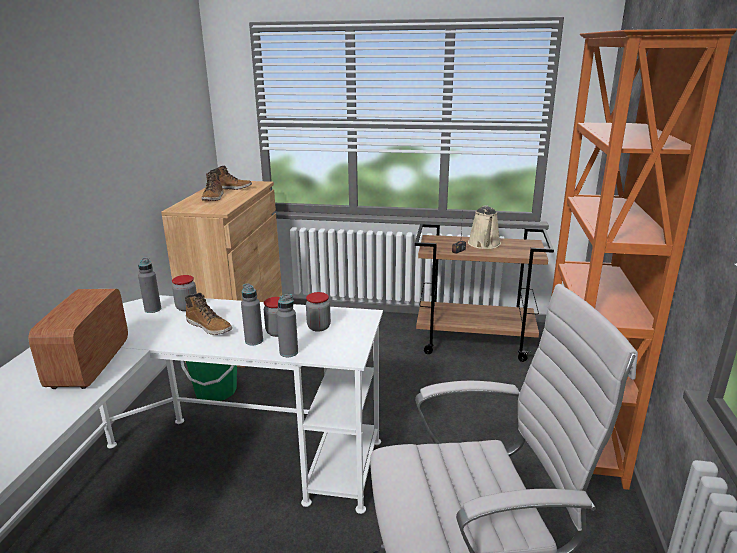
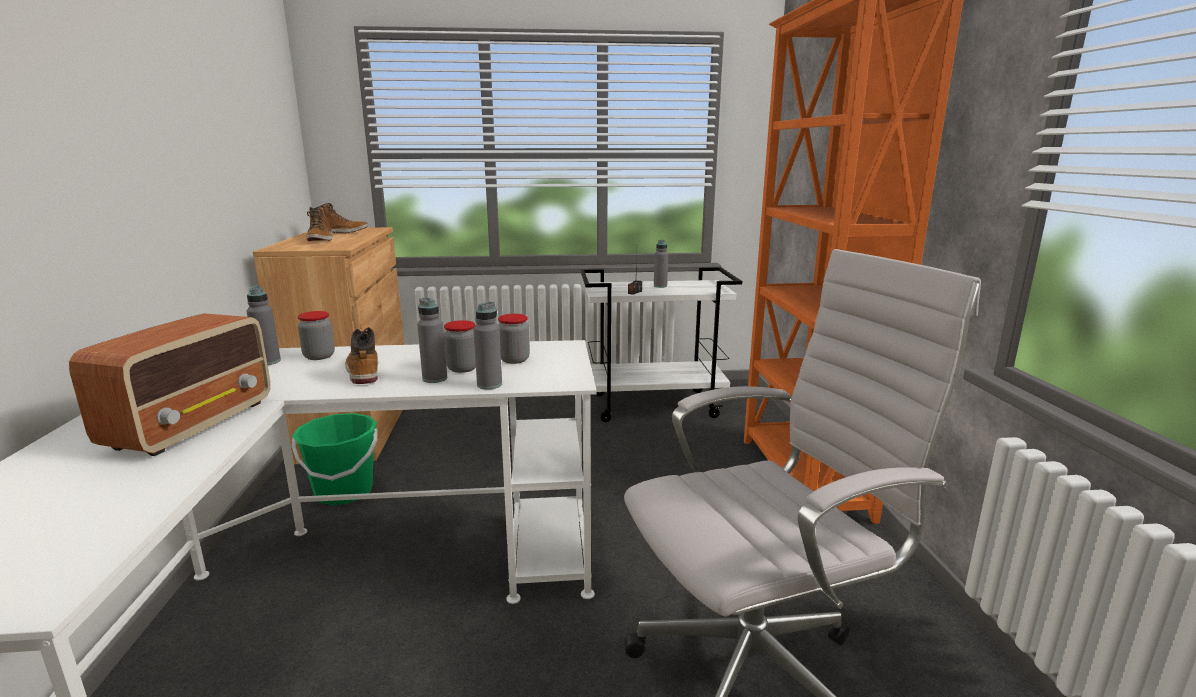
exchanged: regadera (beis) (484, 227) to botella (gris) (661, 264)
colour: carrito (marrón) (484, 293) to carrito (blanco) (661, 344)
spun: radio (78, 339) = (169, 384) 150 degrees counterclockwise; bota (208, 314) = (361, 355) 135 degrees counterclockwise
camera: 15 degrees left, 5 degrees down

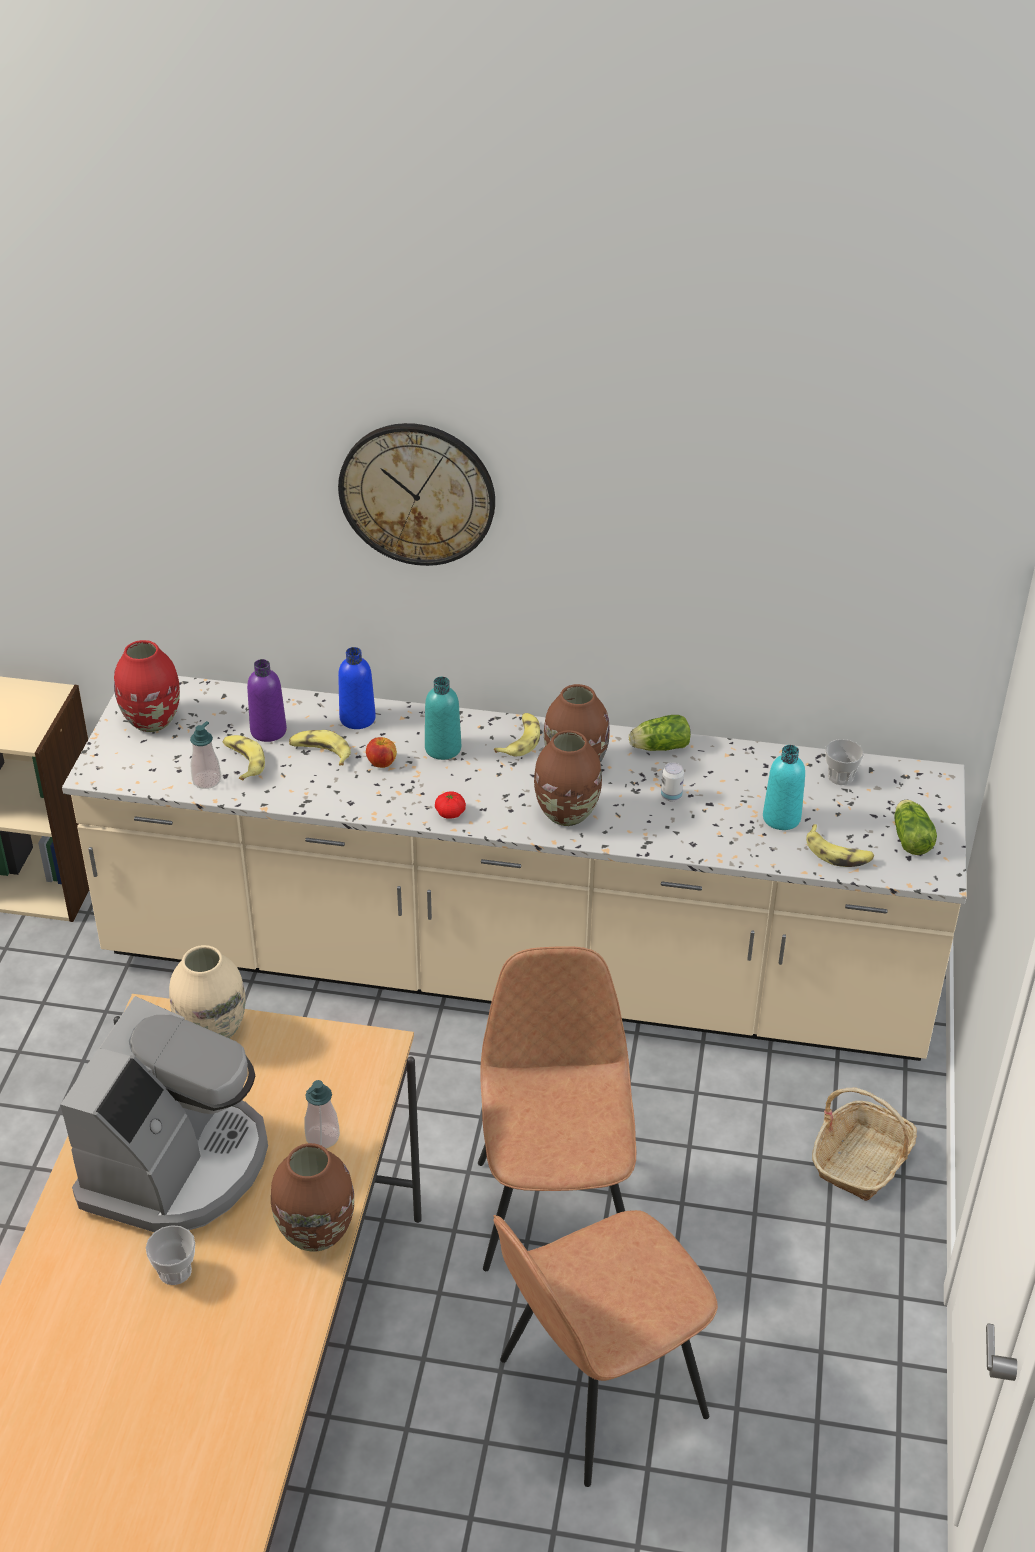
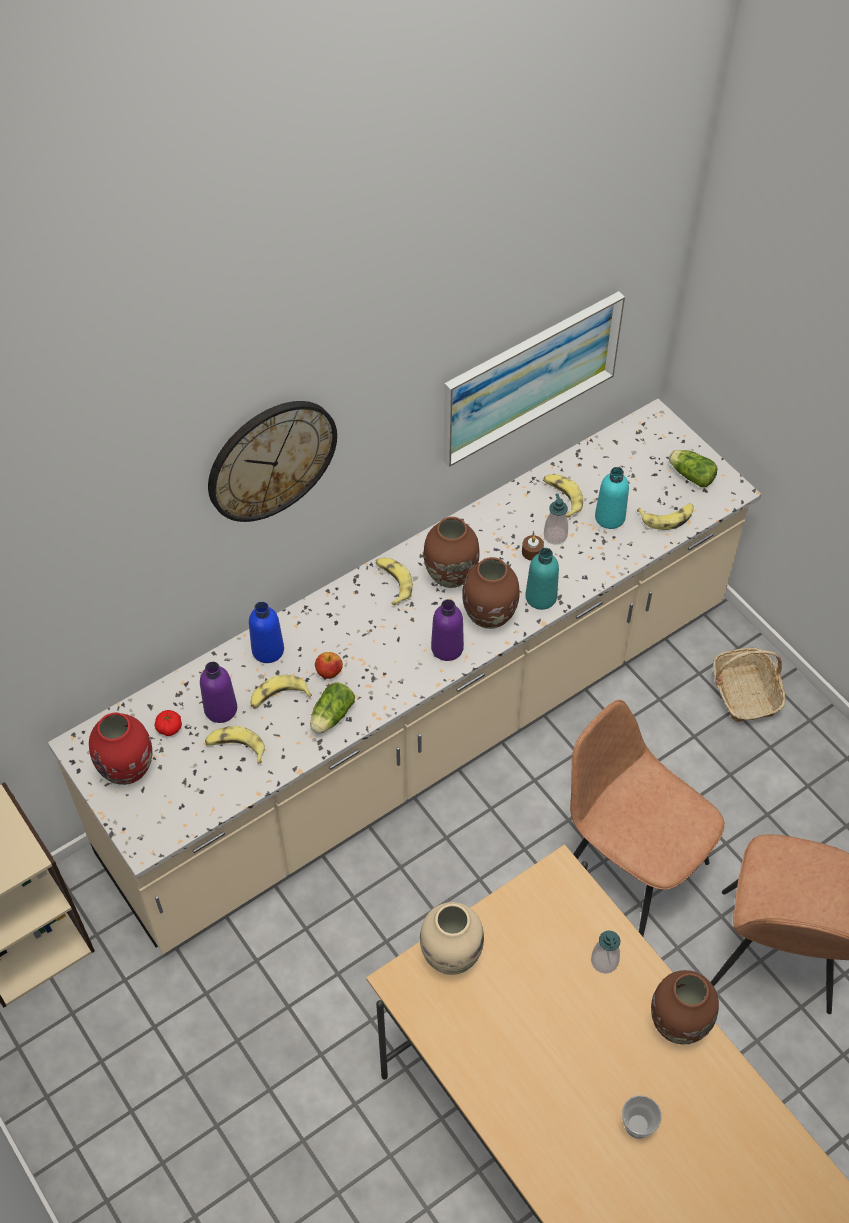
missing: cafetera (164, 1114); taza (844, 762)
appeared: botella (morado) (447, 630); cuadro (534, 379); plátano (563, 496)
relocated: tomate (450, 805) to (168, 723); lechuga (660, 733) to (332, 708); botella (turquesa) (443, 718) to (542, 579); dispensador de jabón (205, 755) to (556, 519)
exchanged: lata (672, 782) to vela (marrón) (533, 548)
camera: 45 degrees left, 15 degrees up

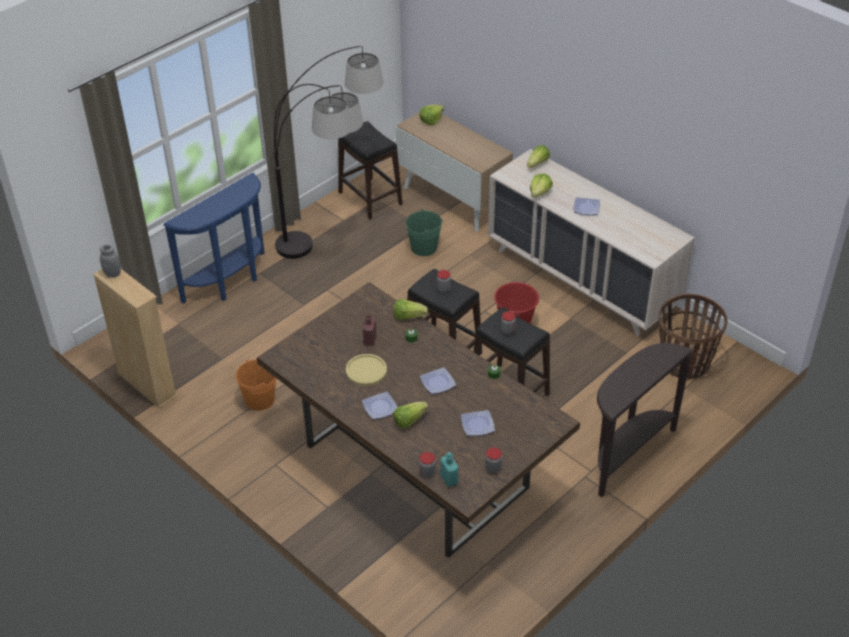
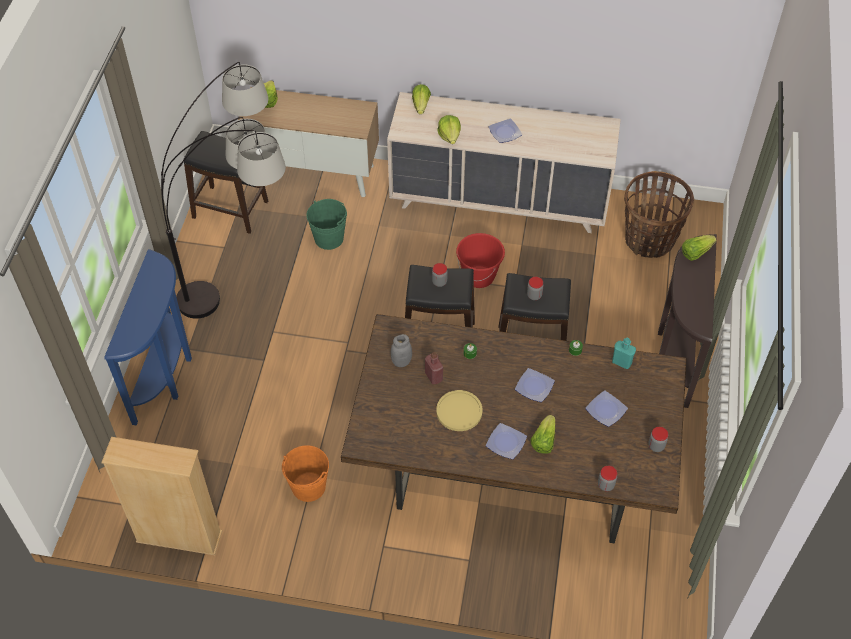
relocated: tarro (gris) (110, 261) to (401, 350); botella (turquesa) (449, 469) to (624, 353); lechuga (411, 309) to (699, 248)
camera: 35 degrees left, 10 degrees up

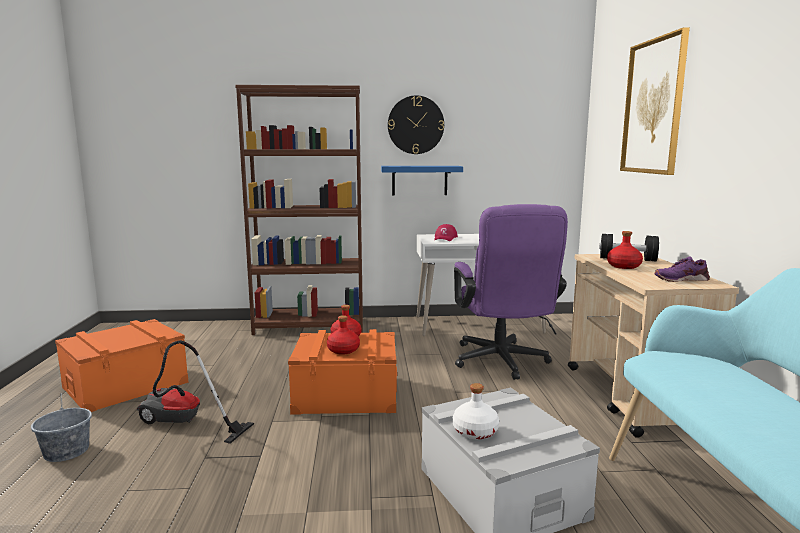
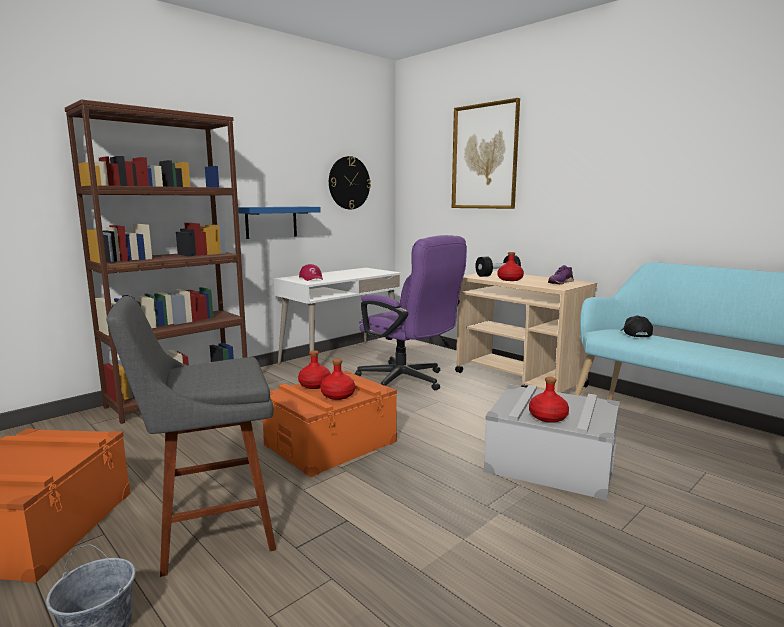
appeared: gorra (negro) (637, 327)
relocated: reloj de pared (416, 124) to (350, 182)
exchanged: aspiradora (195, 392) to taburete (gris) (191, 436)
colour: botella (blanco) (476, 411) to botella (rojo) (549, 400)
camera: 40 degrees left, 0 degrees up

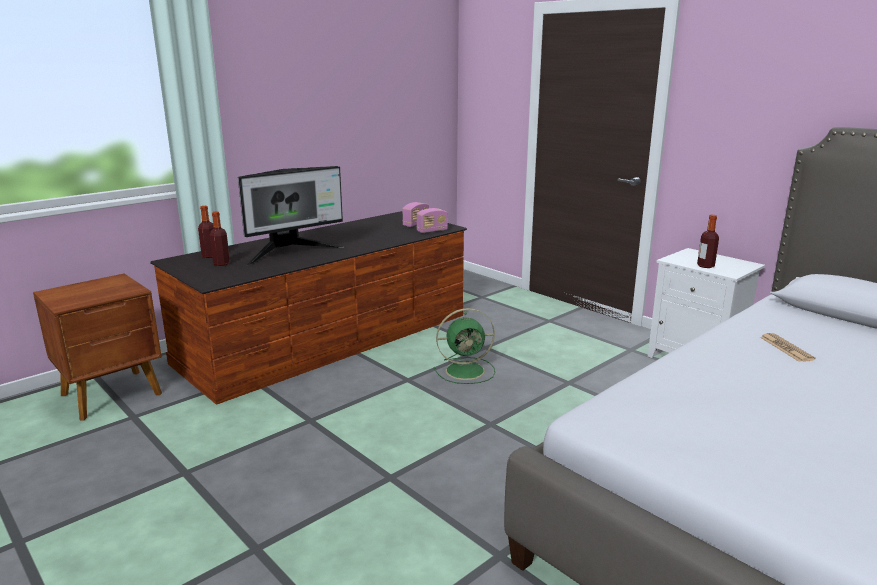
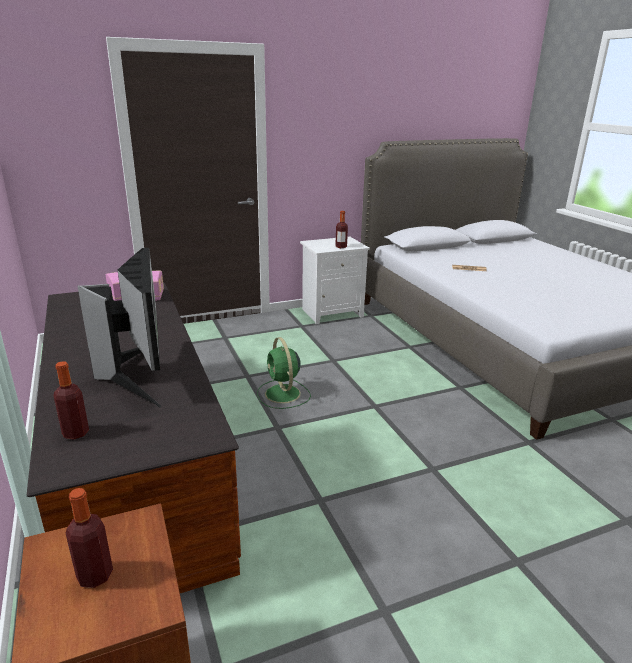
relocated: botella (220, 239) to (89, 538)
spun: ventilador (verde) (464, 346) = (284, 373) 150 degrees clockwise
camera: 70 degrees left, 5 degrees up

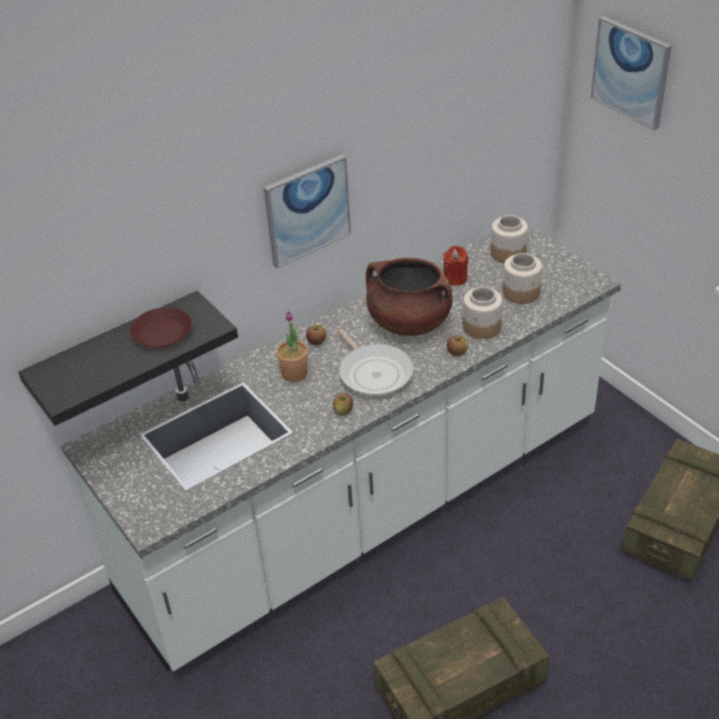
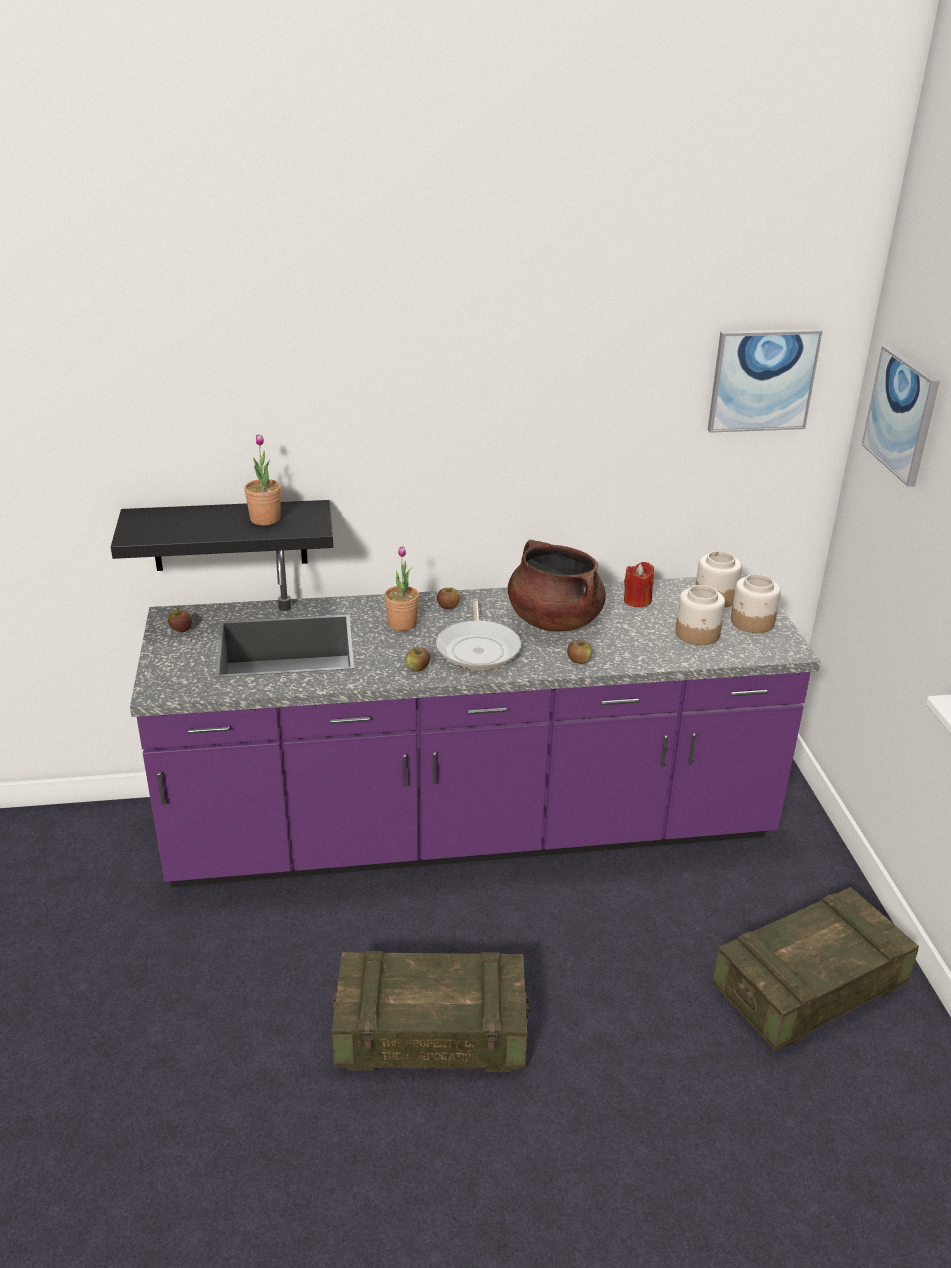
appeared: manzana (180, 620)
relocated: cuadro (307, 211) to (765, 381); tarro (483, 313) to (756, 603)
exchanged: plato (marrón) (161, 327) to planta en maceta (262, 479)
colour: mueble bajo de cocina (blanco) (341, 447) to mueble bajo de cocina (morado) (475, 718)
camera: 25 degrees right, 10 degrees down

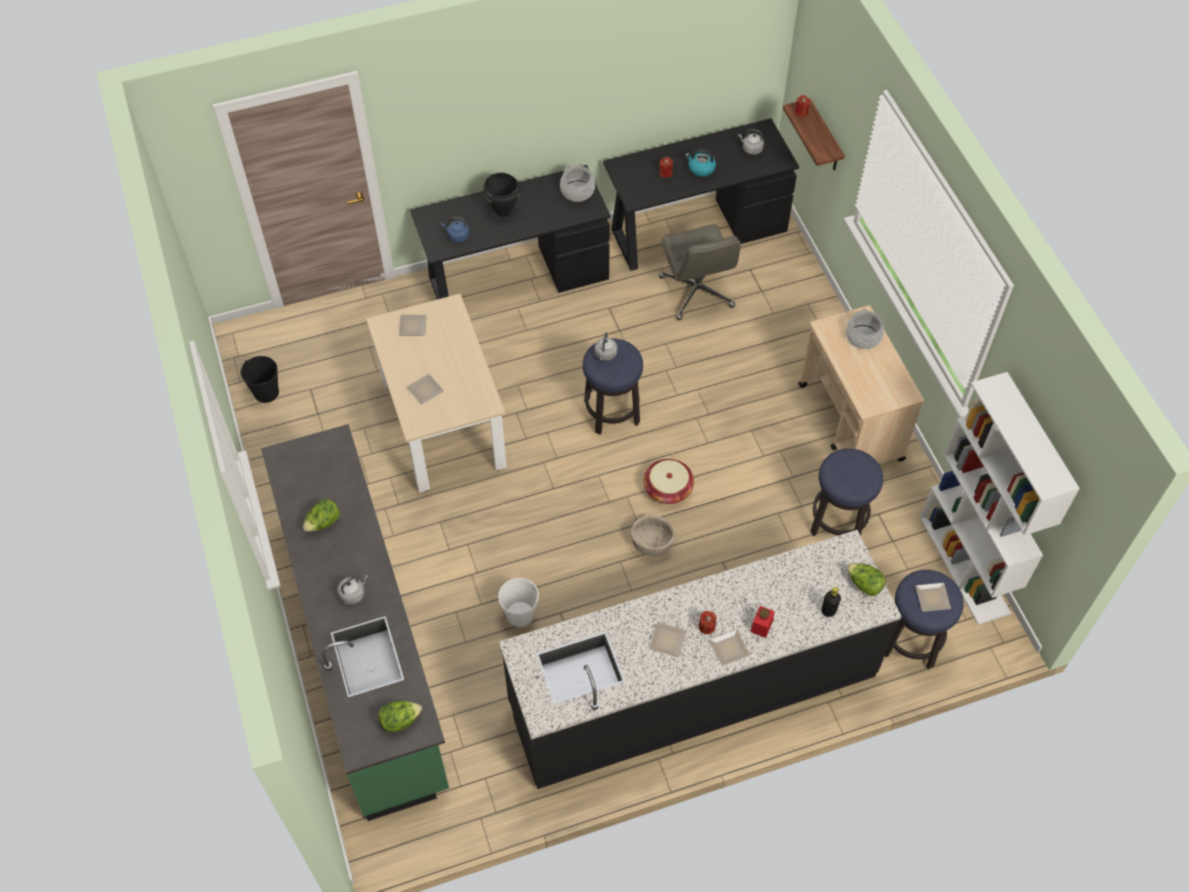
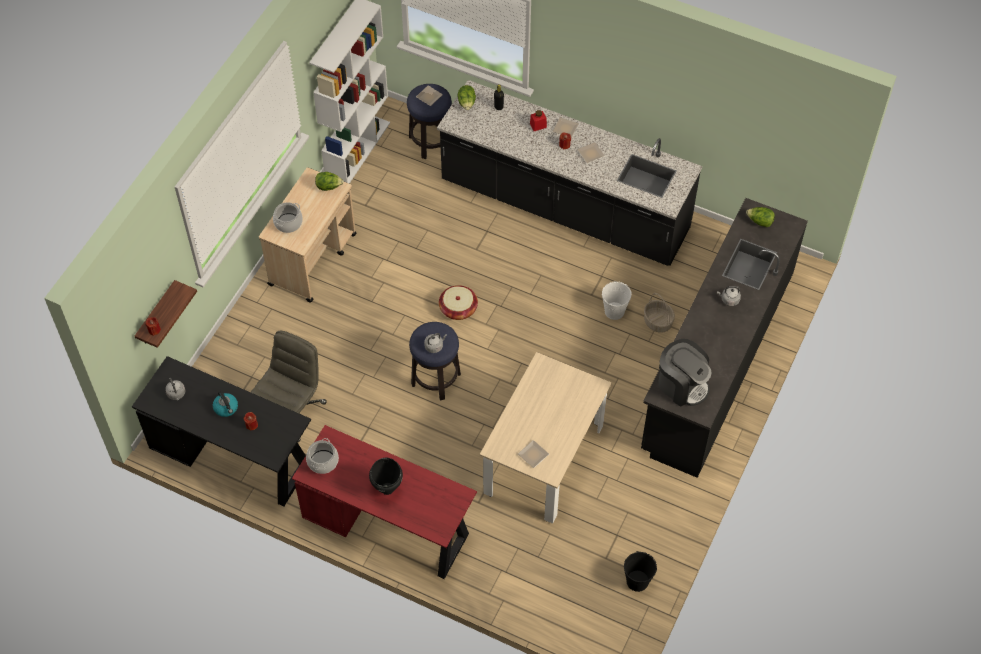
missing: plato (425, 389); hervidor (azul) (455, 230); taburete (846, 492)
appeared: cafetera (684, 373)
relocated: lechuga (321, 515) to (329, 181); cesta (653, 534) to (659, 313)
colour: escritorio (negro) (510, 232) to escritorio (rojo) (384, 502); mueble bajo de cocina (verde) (355, 622) to mueble bajo de cocina (negro) (724, 338)
camera: 135 degrees left, 0 degrees up

